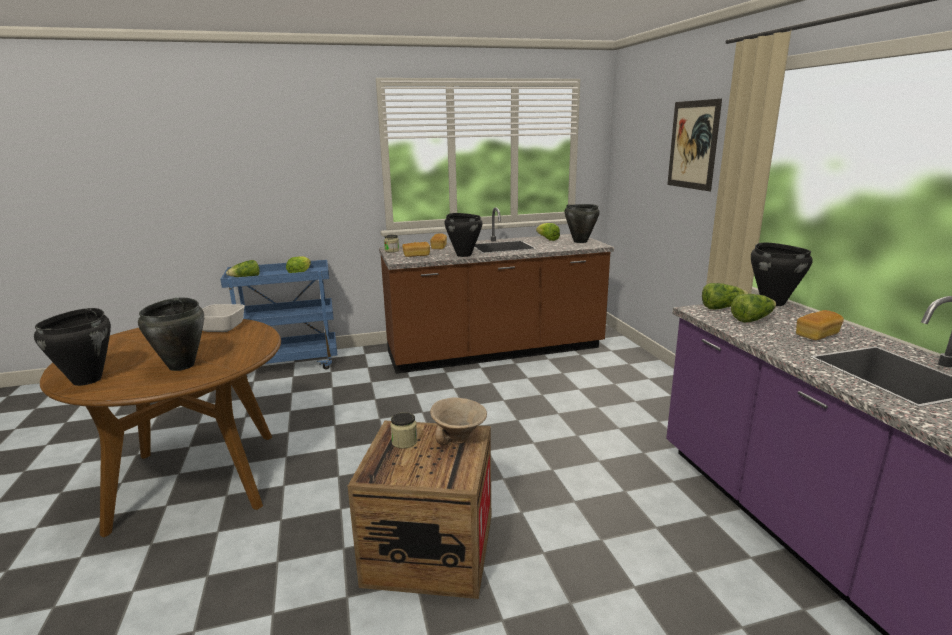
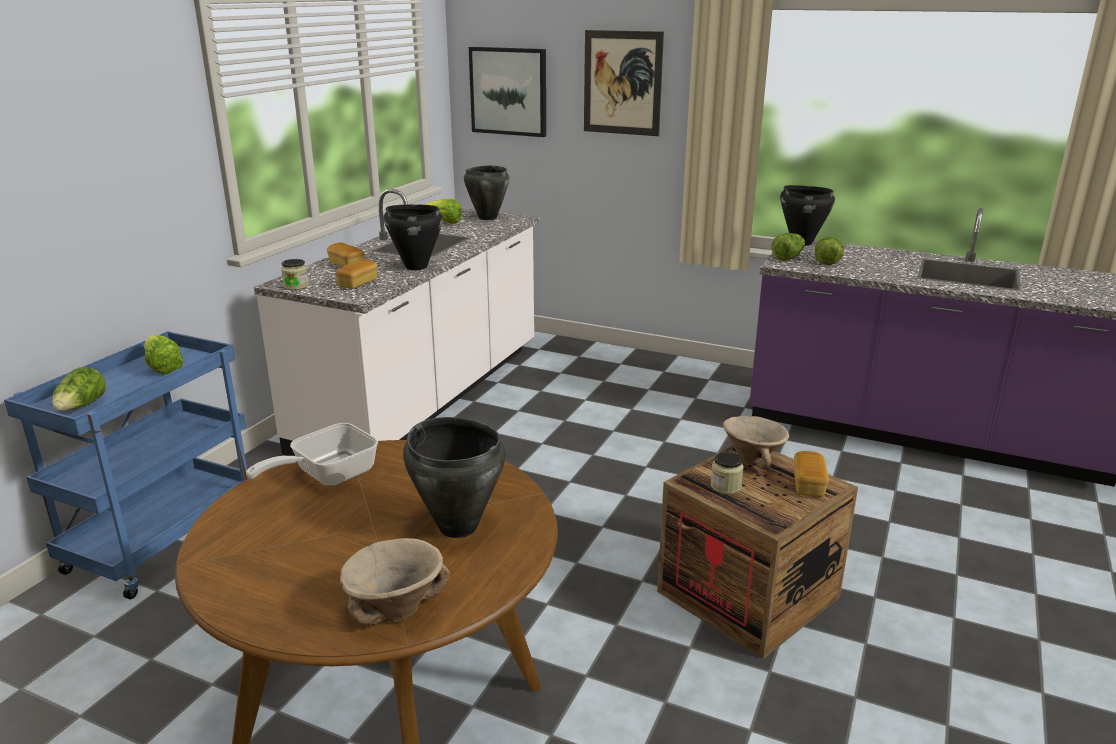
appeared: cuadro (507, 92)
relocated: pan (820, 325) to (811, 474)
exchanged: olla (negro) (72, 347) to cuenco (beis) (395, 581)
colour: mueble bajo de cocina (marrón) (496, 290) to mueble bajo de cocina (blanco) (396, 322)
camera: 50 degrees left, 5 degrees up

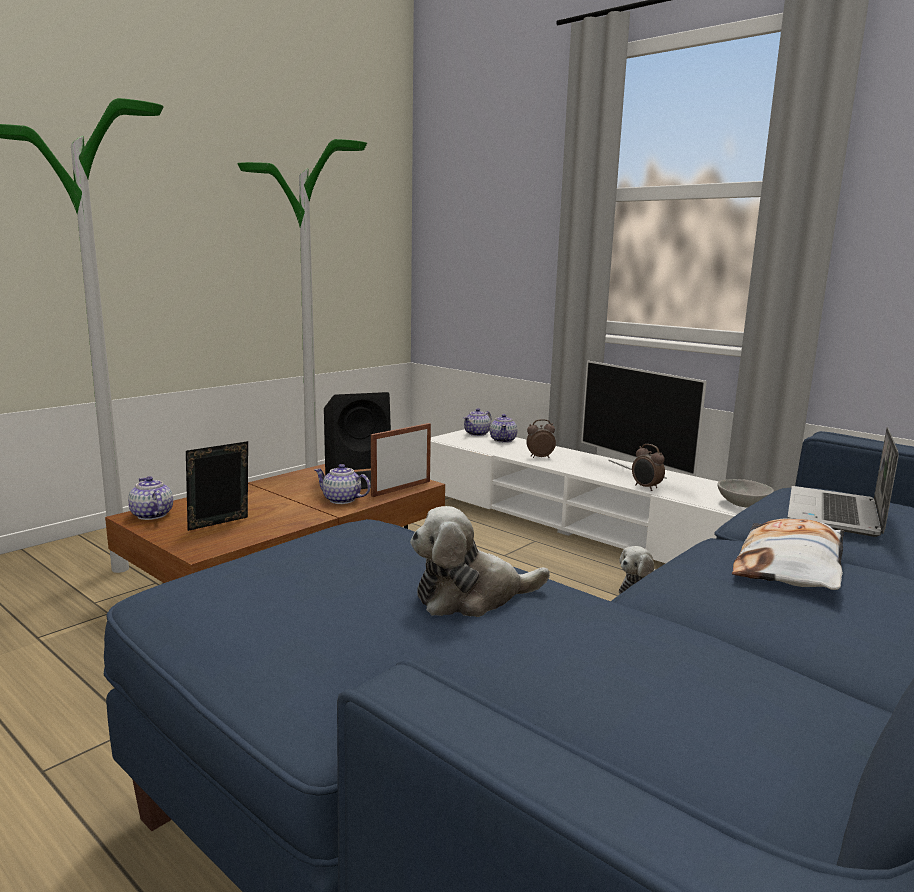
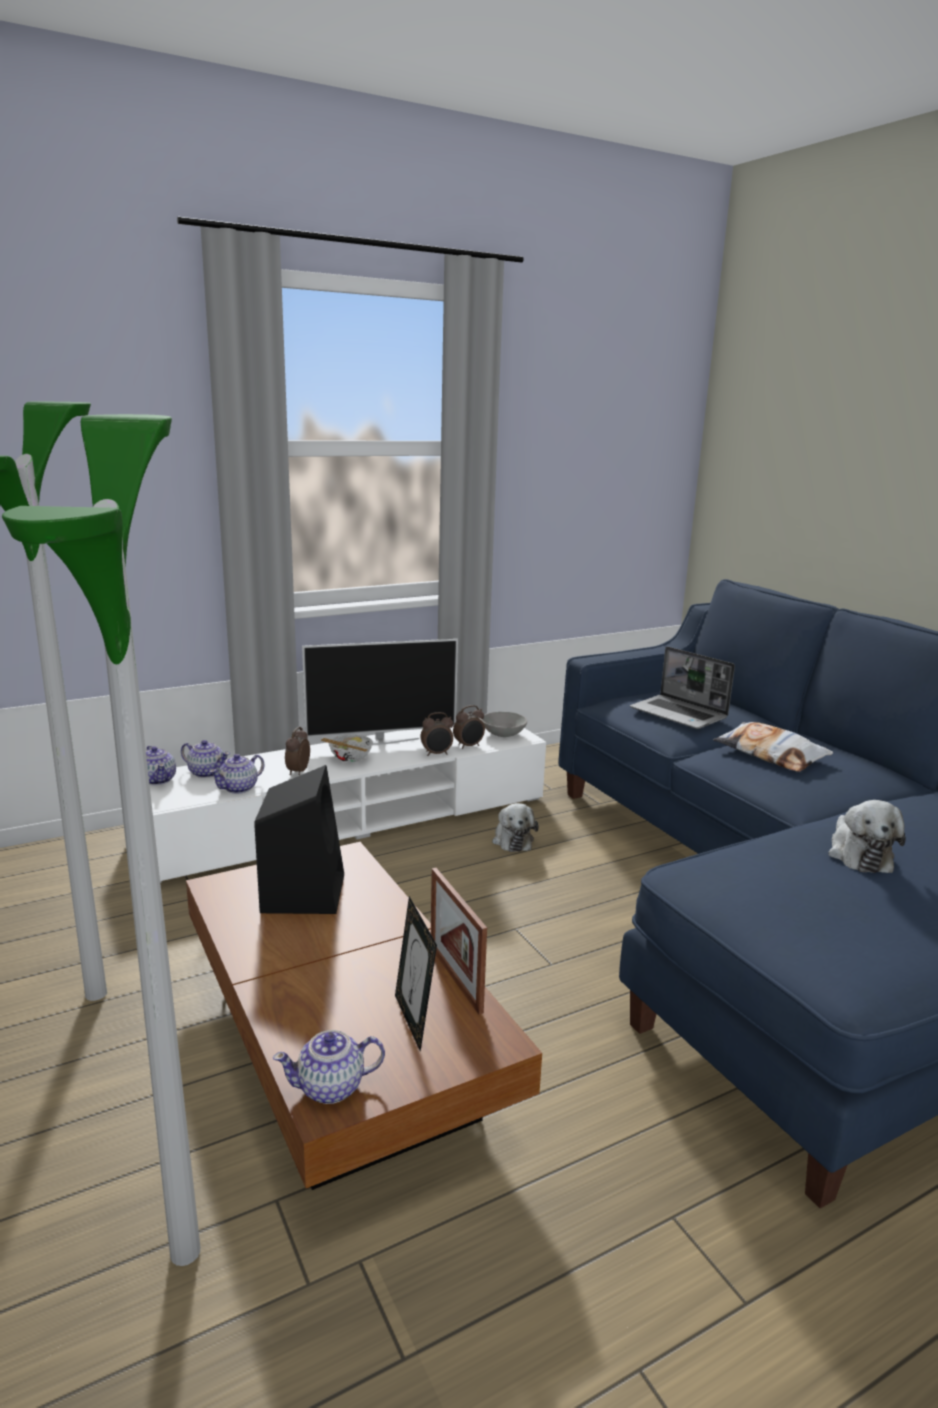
appeared: cuenco (347, 748); despertador (469, 727)
relocated: tetera (342, 484) to (237, 774); portarretratos (401, 460) to (459, 941)
camera: 70 degrees left, 5 degrees up

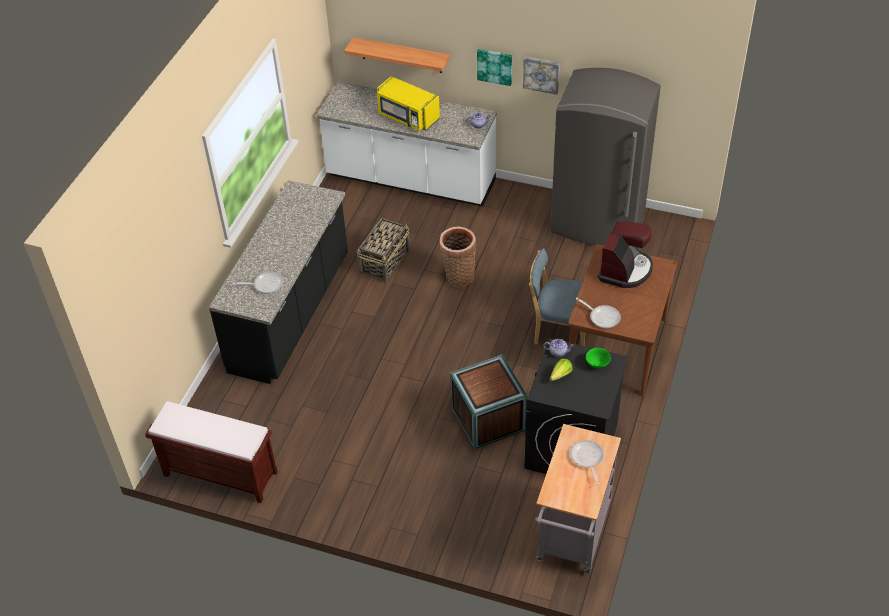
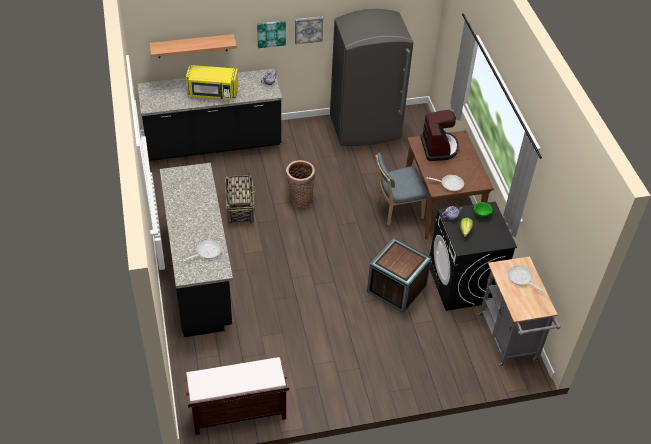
colour: mueble bajo de cocina (blanco) (407, 144) to mueble bajo de cocina (negro) (209, 115)
camera: 35 degrees left, 0 degrees up

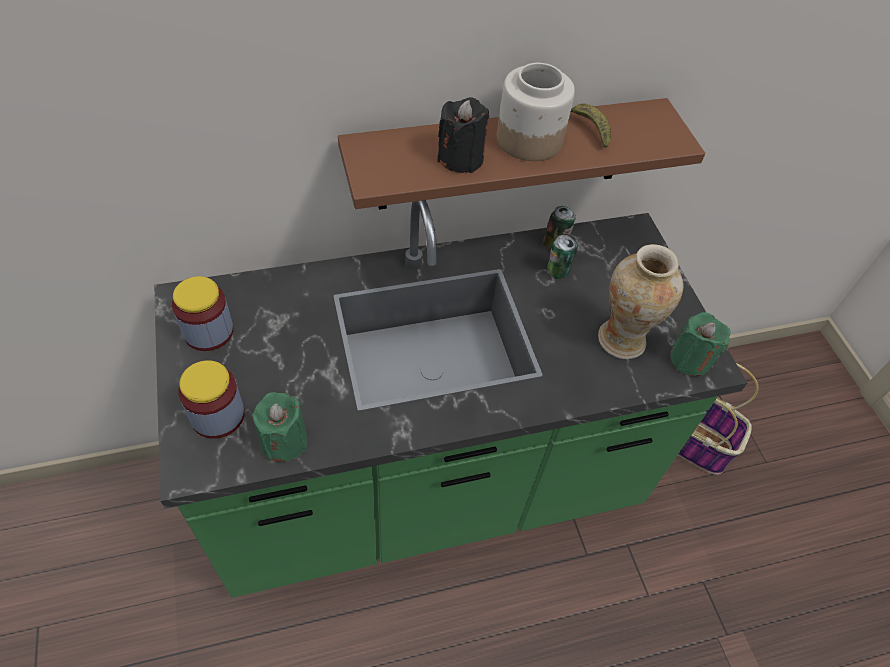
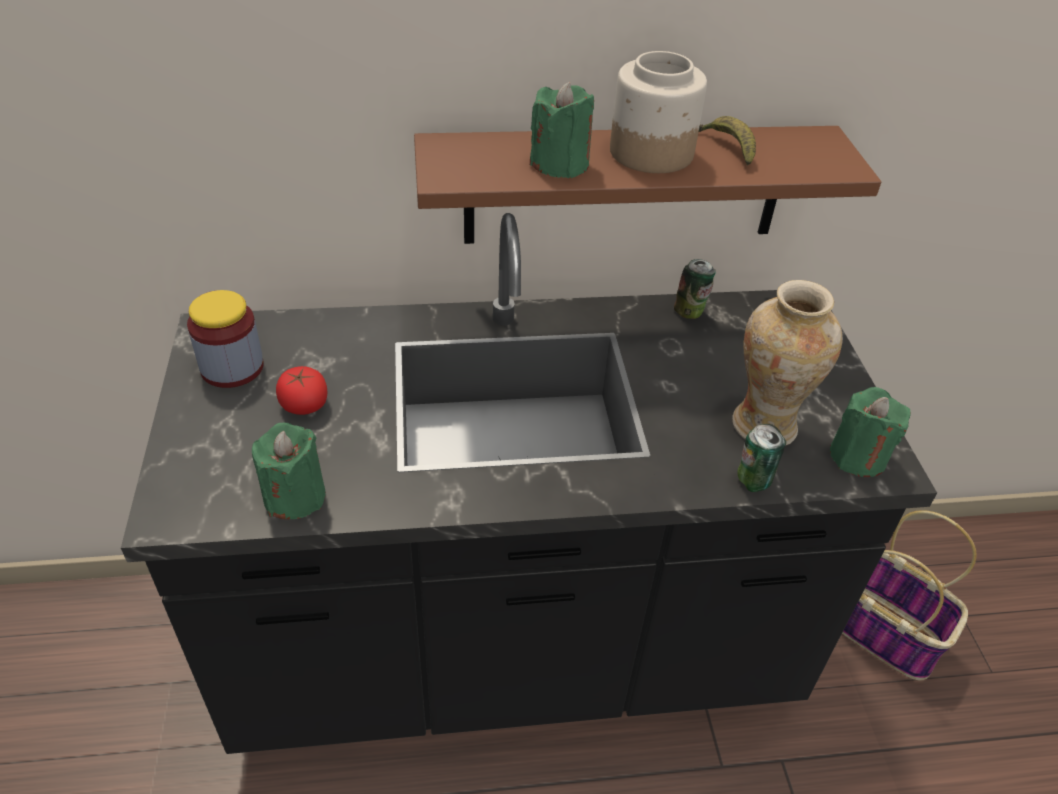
missing: tarro (211, 399)
appeared: tomate (301, 390)
relocated: lata (562, 256) to (762, 458)
colour: mueble bajo de cocina (verde) (450, 399) to mueble bajo de cocina (negro) (529, 483); vela (negro) (463, 135) to vela (verde) (562, 130)
camera: 10 degrees right, 10 degrees down

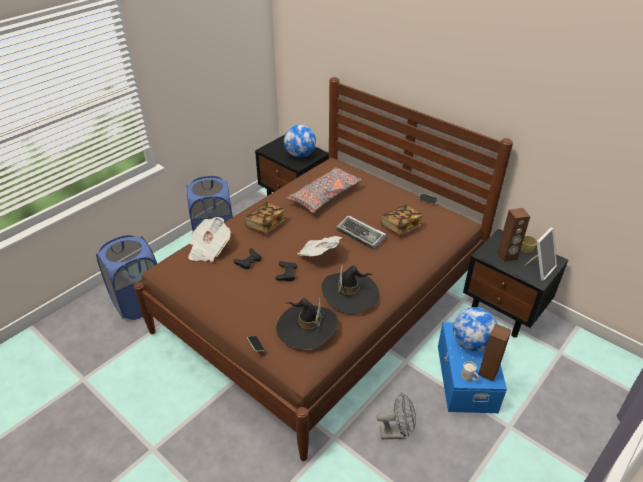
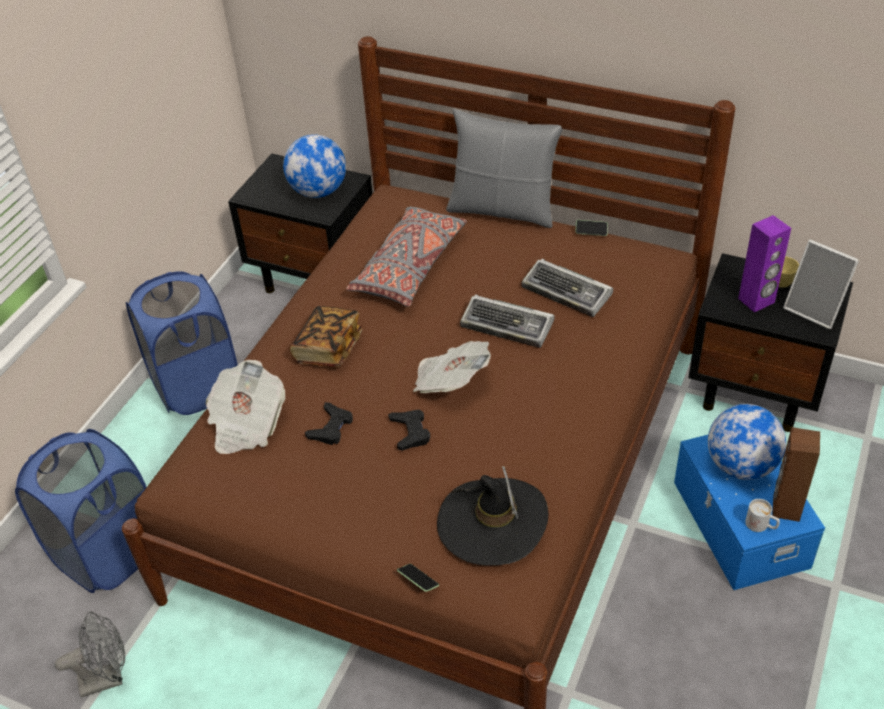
missing: sombrero (negro) (351, 290)
appeared: cojín (gris) (504, 168)
relocated: ventilador (gris) (396, 415) to (90, 655)
exchanged: libro (402, 220) to teclado (567, 288)
colour: altavoz (marrón) (513, 235) to altavoz (morado) (764, 263)
spun: portarretratos (540, 254) = (821, 284) 105 degrees clockwise
camera: 15 degrees left, 5 degrees up

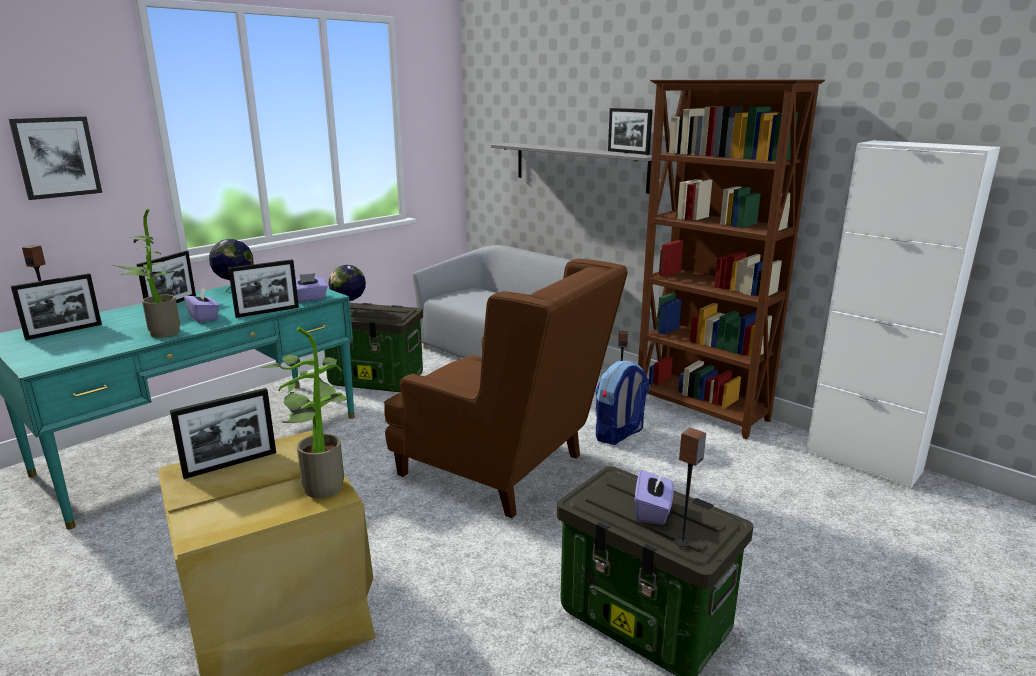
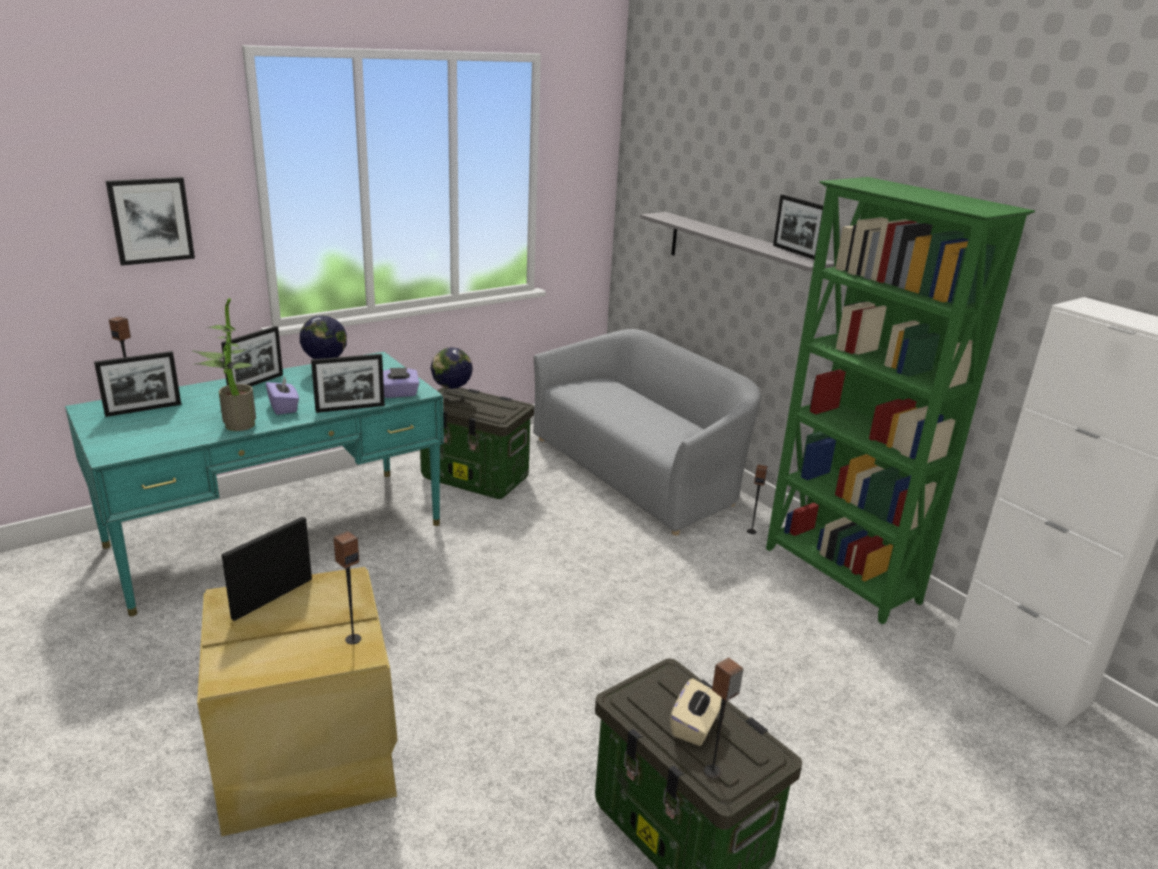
missing: sillón (marrón) (506, 388); mochila (622, 403)
exchanged: planta en maceta (303, 412) to altavoz (347, 587)
colour: caja de pañuelos (morado) (654, 497) to caja de pañuelos (beis) (696, 712); estantería (marrón) (731, 259) to estantería (verde) (900, 400)
spun: portarretratos (223, 433) = (266, 569) 150 degrees clockwise
camera: 10 degrees right, 5 degrees up

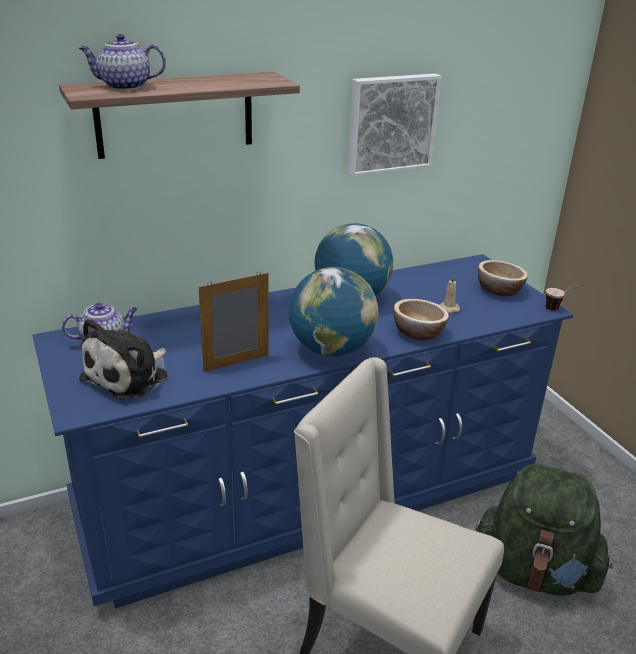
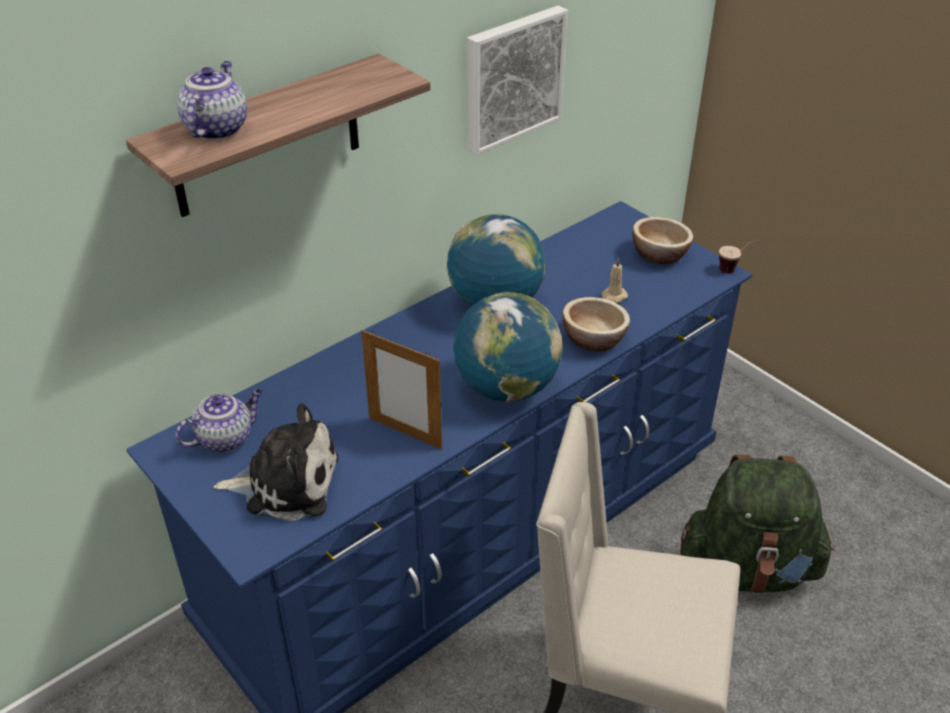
spun: tetera (122, 62) = (212, 100) 120 degrees clockwise; peluche (123, 359) = (276, 462) 105 degrees counterclockwise; portarretratos (234, 322) = (401, 389) 105 degrees counterclockwise
camera: 15 degrees left, 10 degrees up

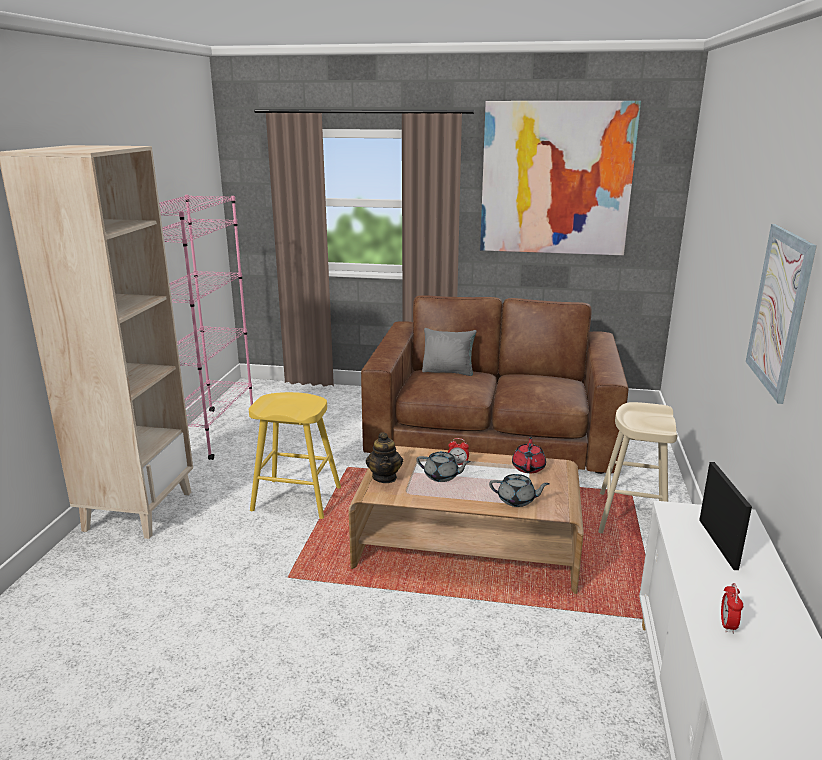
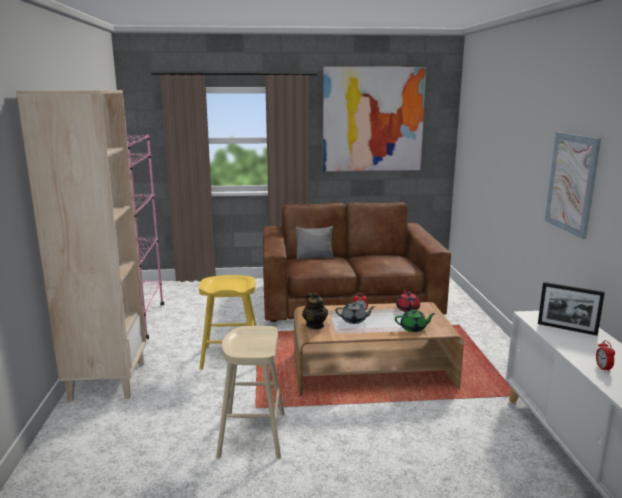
relocated: taburete (beis) (638, 467) to (250, 392)
colour: tetera (gris) (519, 490) to tetera (verde) (415, 320)
spun: portarretratos (725, 516) = (571, 309) 135 degrees clockwise
camera: 15 degrees left, 5 degrees down

